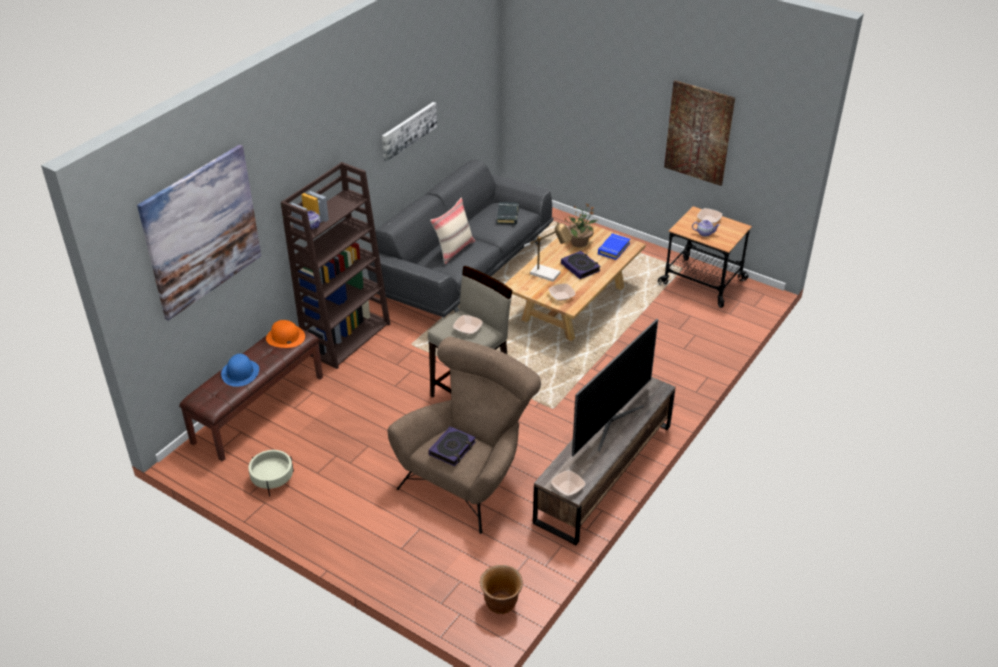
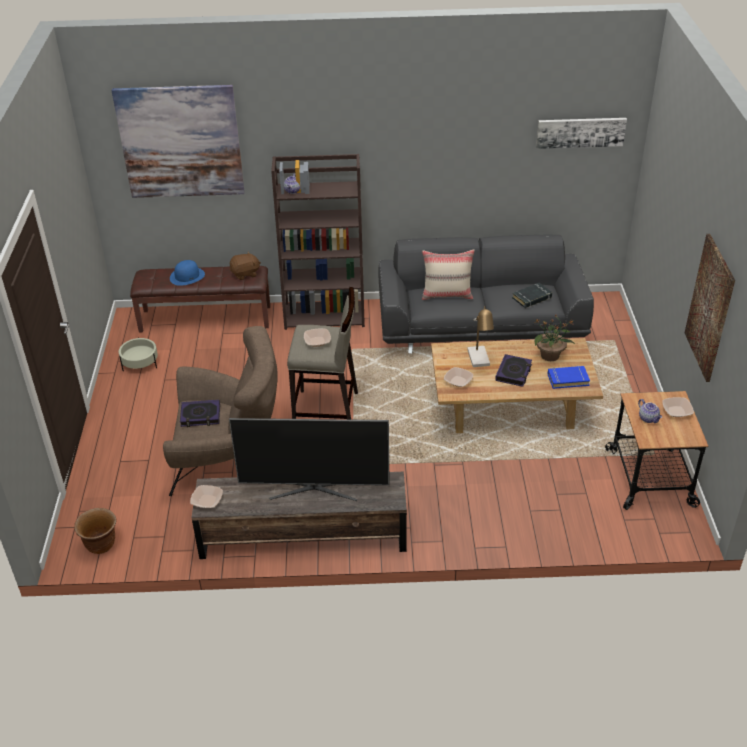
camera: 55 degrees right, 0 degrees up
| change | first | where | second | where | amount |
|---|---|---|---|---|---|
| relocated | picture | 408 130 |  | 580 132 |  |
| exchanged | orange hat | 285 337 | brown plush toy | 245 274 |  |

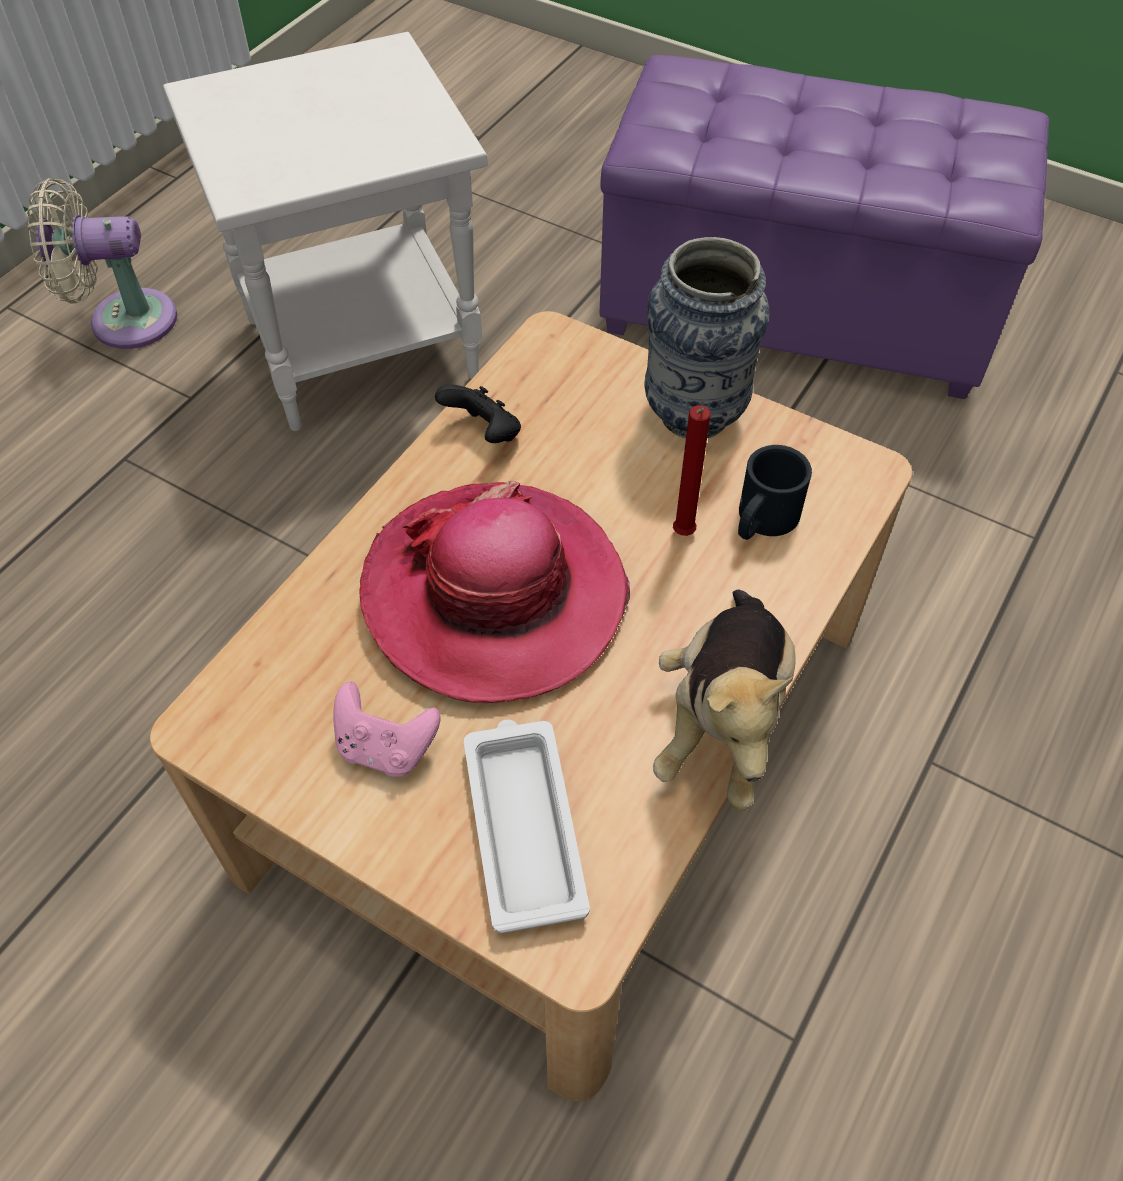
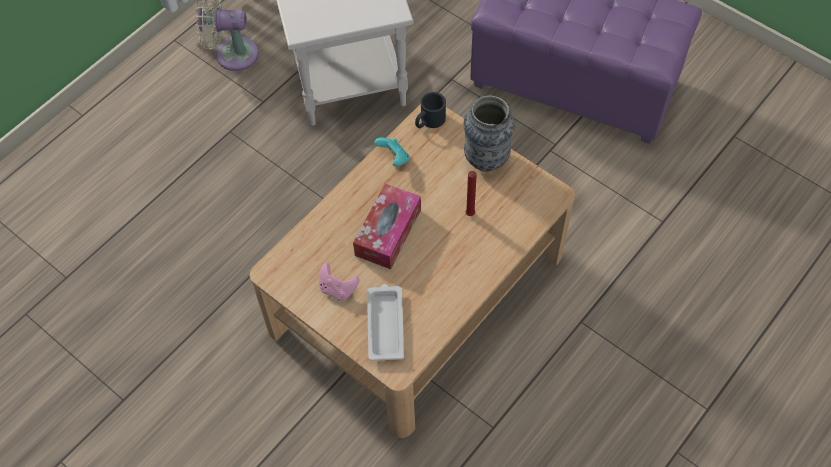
camera: 10 degrees right, 5 degrees up
| change | first | where | second | where | amount |
|---|---|---|---|---|---|
| colour | black game controller | 484 433 | turquoise game controller | 394 158 |  |
| relocated | black mug | 761 521 |  | 429 121 |  |
| exchanged | hat | 495 595 | tissue box | 388 232 |  |
| missing | plush toy | 723 720 |  |  |  |

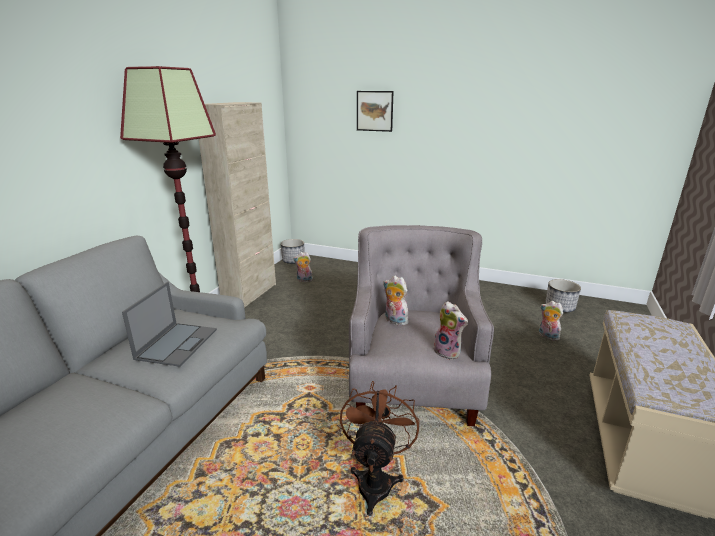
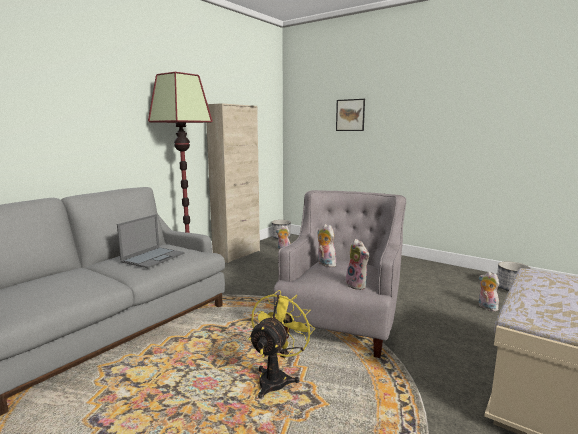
camera: 15 degrees right, 10 degrees down
| change | first | where | second | where | amount |
|---|---|---|---|---|---|
| colour | brown fan | 376 480 | yellow fan | 277 378 |  |

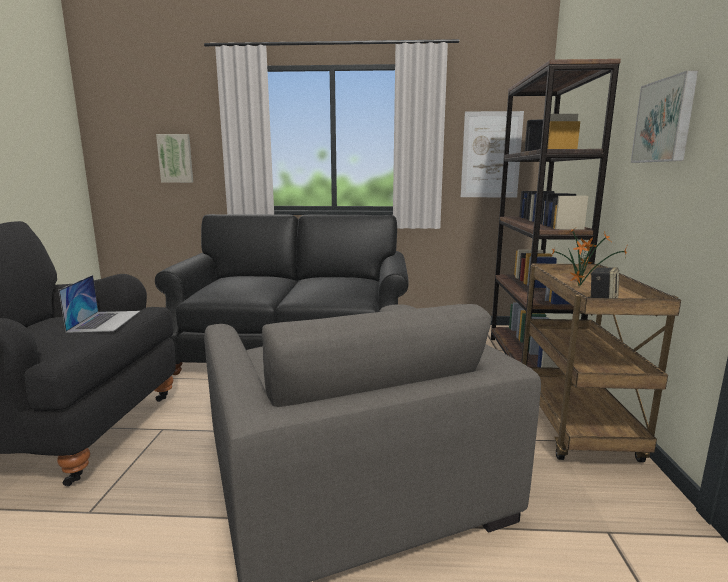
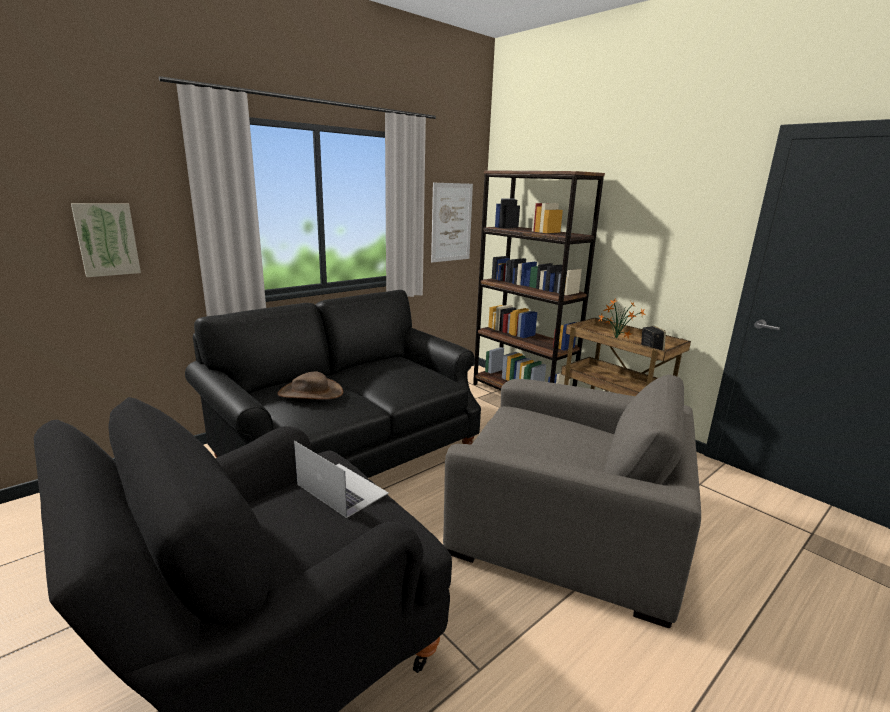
camera: 45 degrees left, 5 degrees up
| change | first | where | second | where | amount |
|---|---|---|---|---|---|
| missing | picture | 666 121 |  |  |  |
| appeared |  |  | brown hat | 310 393 |  |

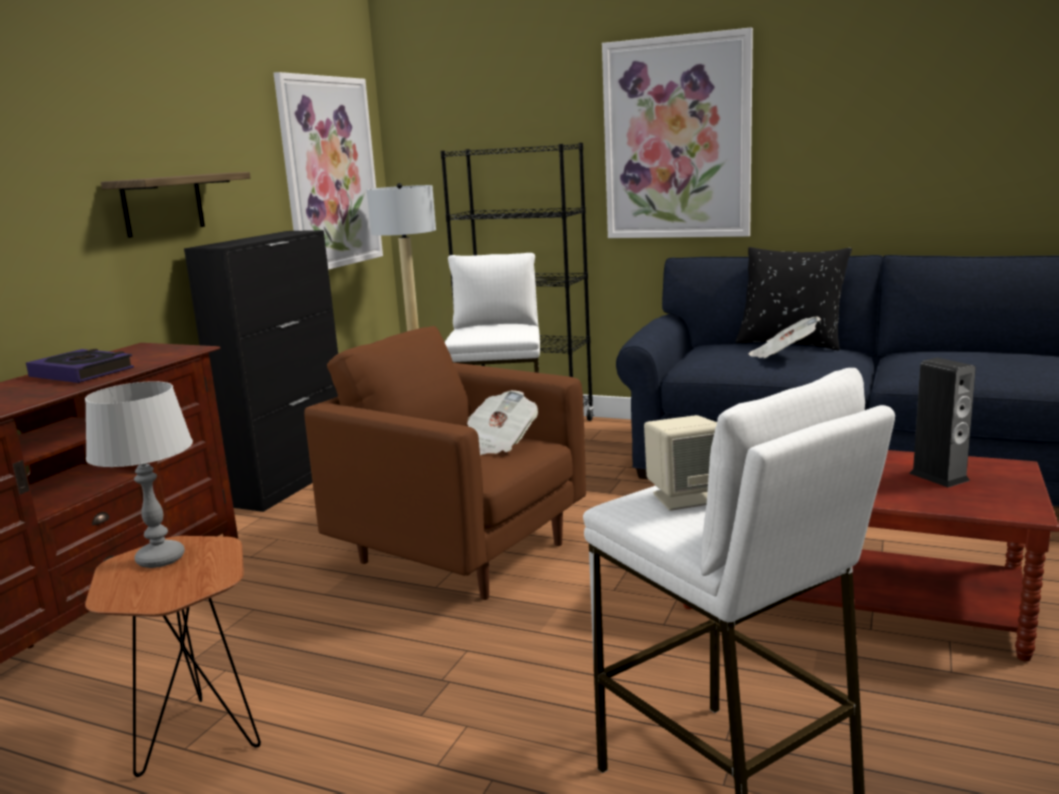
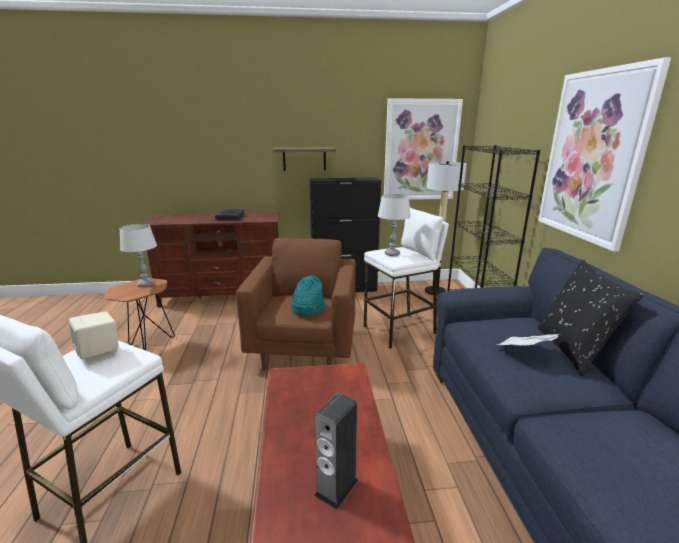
camera: 60 degrees right, 5 degrees up
| change | first | where | second | where | amount |
|---|---|---|---|---|---|
| exchanged | newspaper | 498 444 | turquoise hat | 307 307 |  |
| appeared |  |  | grey table lamp | 392 254 |  |

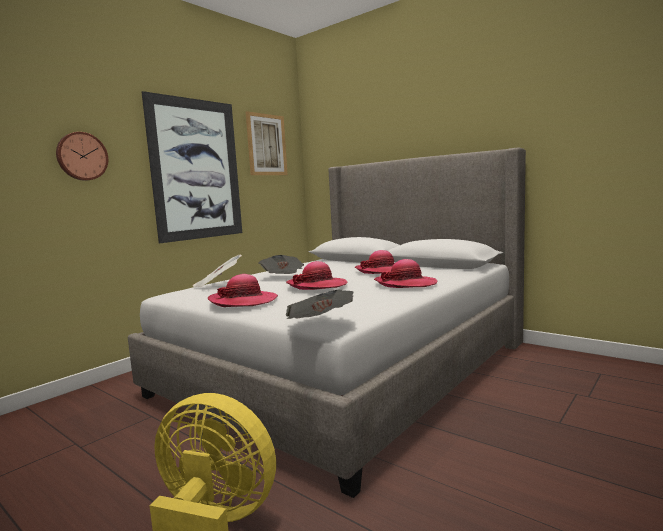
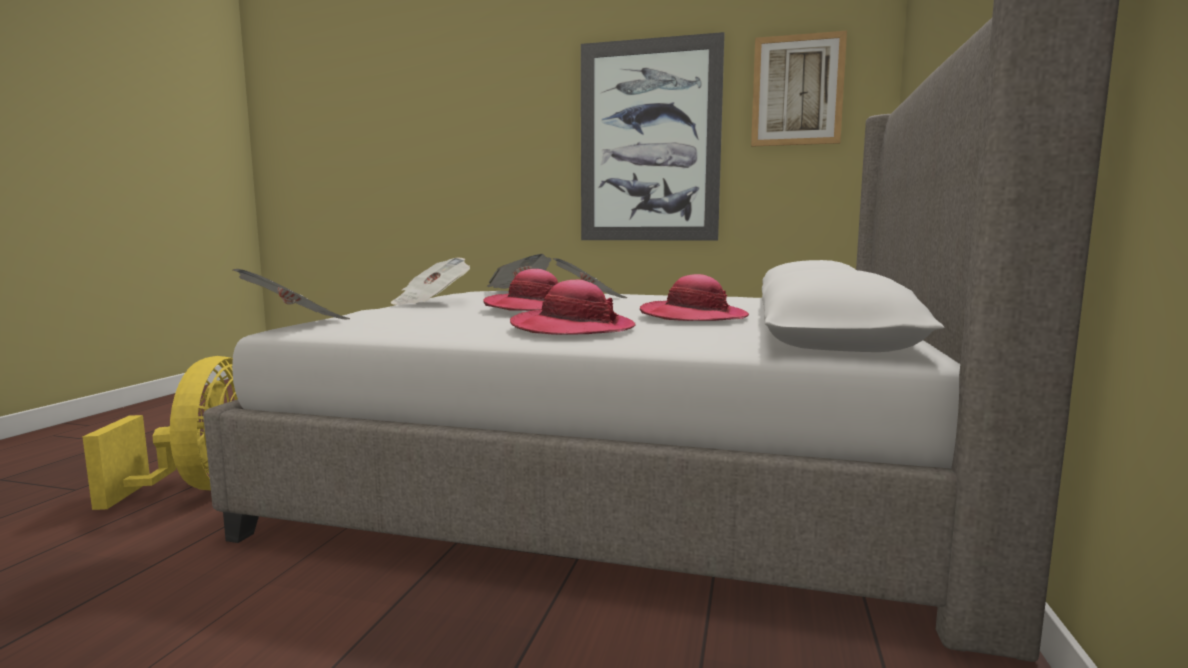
camera: 65 degrees right, 0 degrees up
| change | first | where | second | where | amount |
|---|---|---|---|---|---|
| missing | wall clock | 81 156 |  |  |  |
| exchanged | hat | 243 301 | newspaper | 431 302 |  |

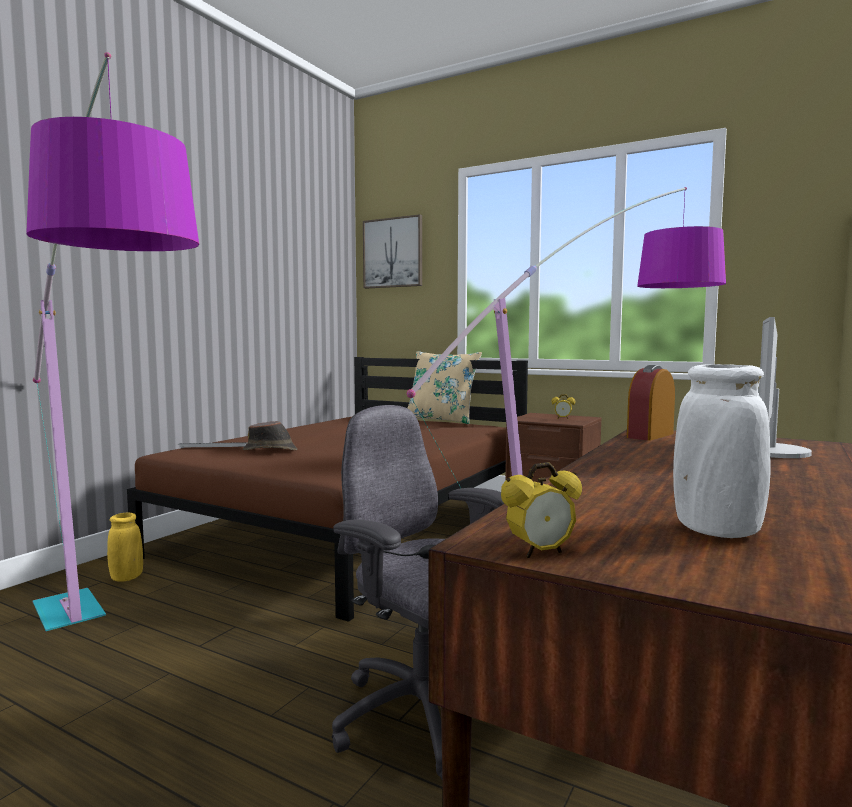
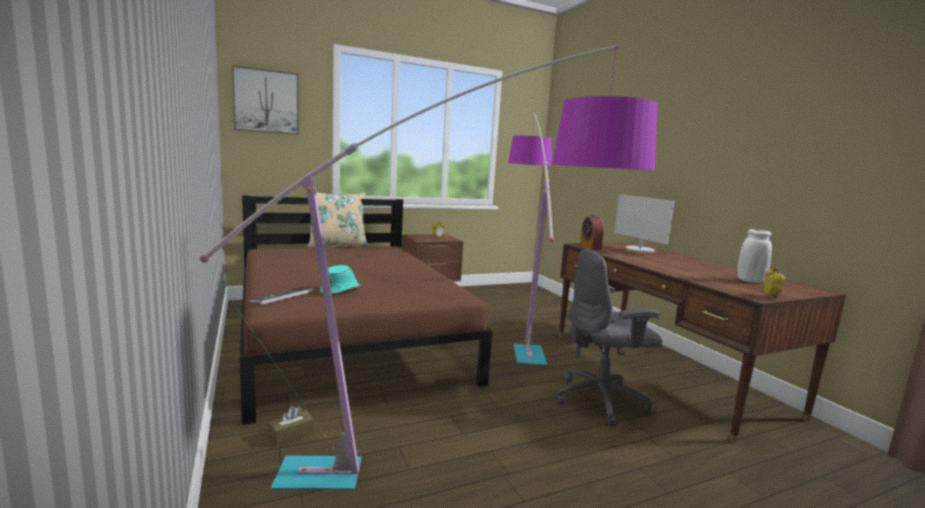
camera: 55 degrees left, 5 degrees up
| change | first | where | second | where | amount |
|---|---|---|---|---|---|
| colour | brown hat | 270 450 | turquoise hat | 341 290 |  |
| exchanged | yellow vase | 127 578 | brown tissue box | 291 435 |  |

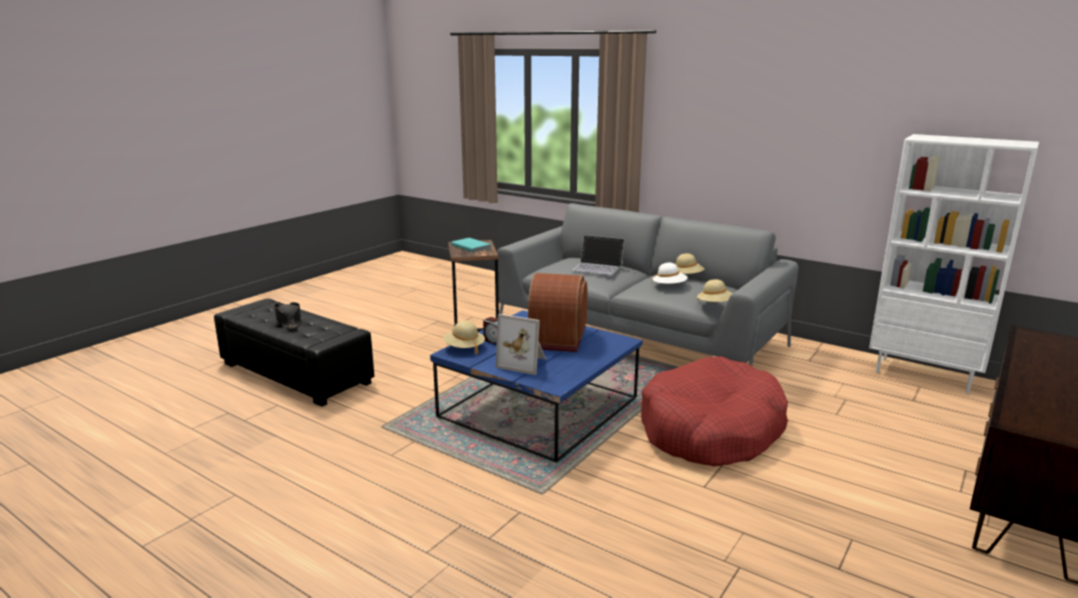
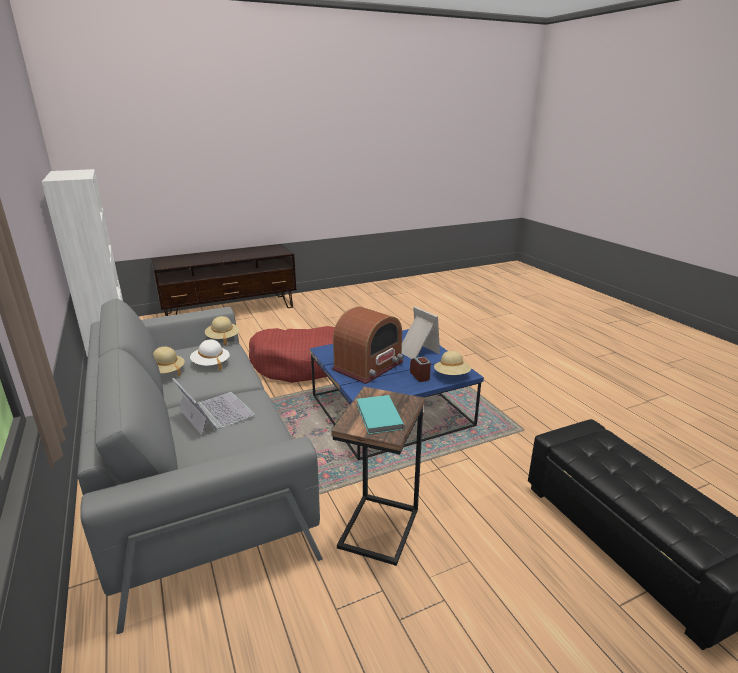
camera: 150 degrees left, 5 degrees up
| change | first | where | second | where | amount |
|---|---|---|---|---|---|
| missing | black hat | 288 321 |  |  |  |

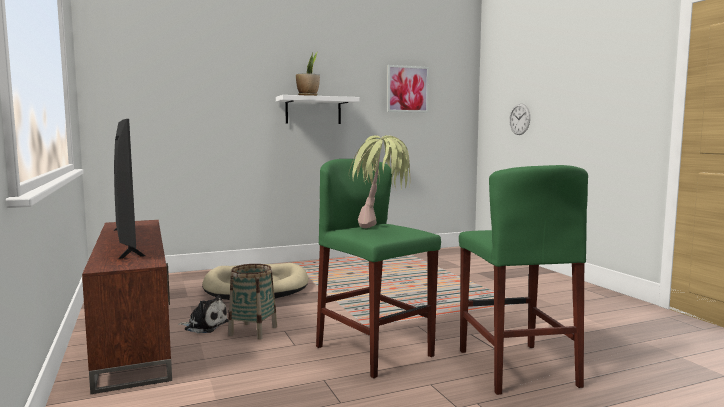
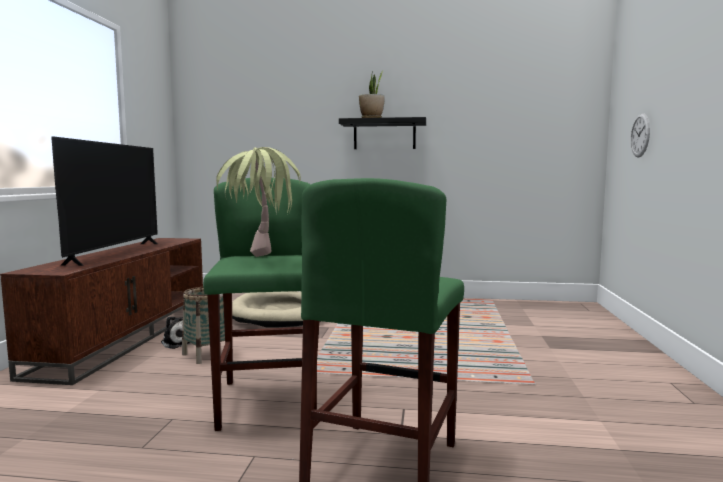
camera: 30 degrees right, 0 degrees up
| change | first | where | second | where | amount |
|---|---|---|---|---|---|
| missing | picture | 407 89 |  |  |  |
| colour | white shelf | 313 110 | black shelf | 384 135 |  |

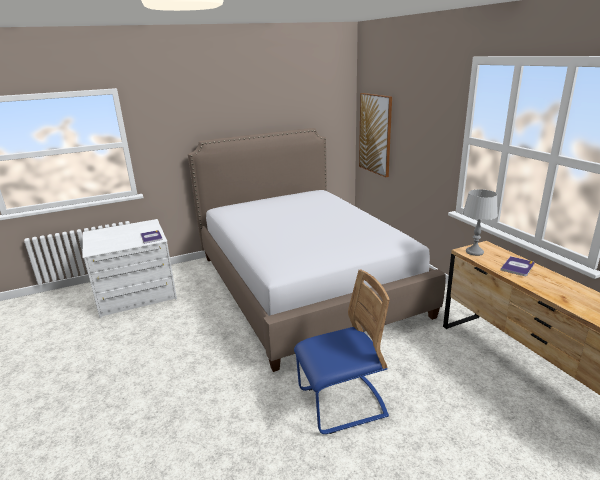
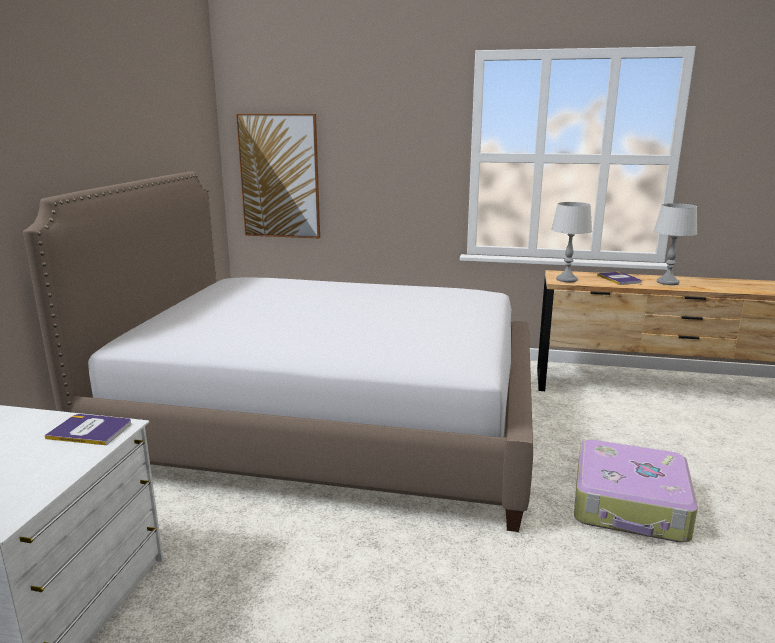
camera: 55 degrees left, 5 degrees down
| change | first | where | second | where | amount |
|---|---|---|---|---|---|
| exchanged | blue chair | 341 403 | suitcase | 630 505 |  |
| appeared |  |  | grey table lamp | 667 282 |  |

